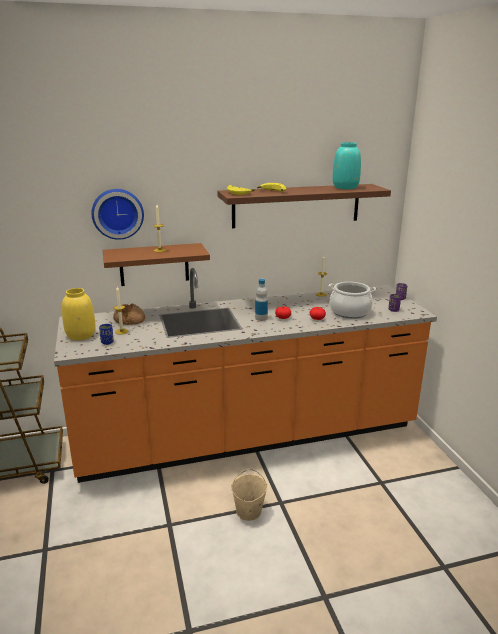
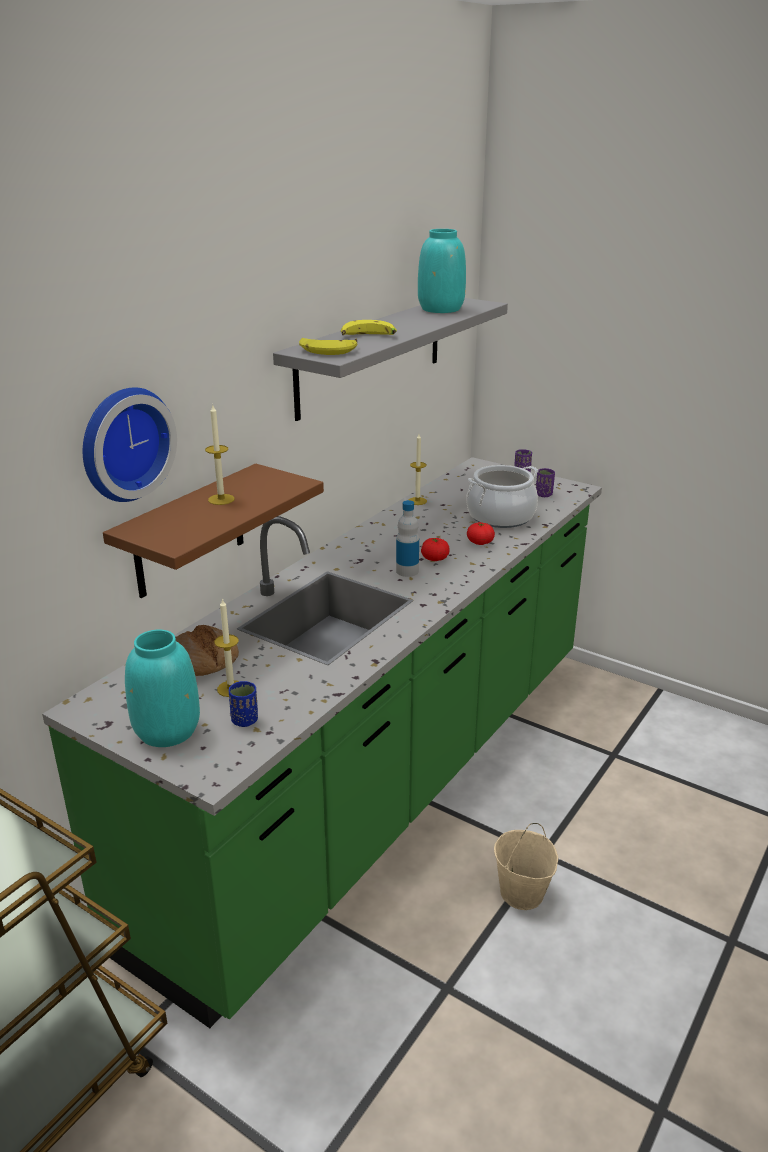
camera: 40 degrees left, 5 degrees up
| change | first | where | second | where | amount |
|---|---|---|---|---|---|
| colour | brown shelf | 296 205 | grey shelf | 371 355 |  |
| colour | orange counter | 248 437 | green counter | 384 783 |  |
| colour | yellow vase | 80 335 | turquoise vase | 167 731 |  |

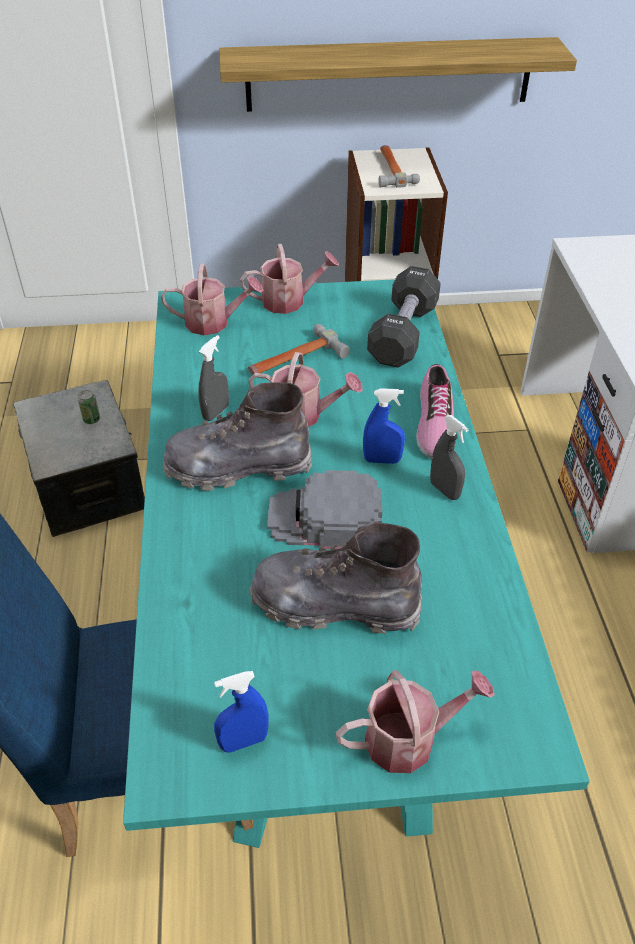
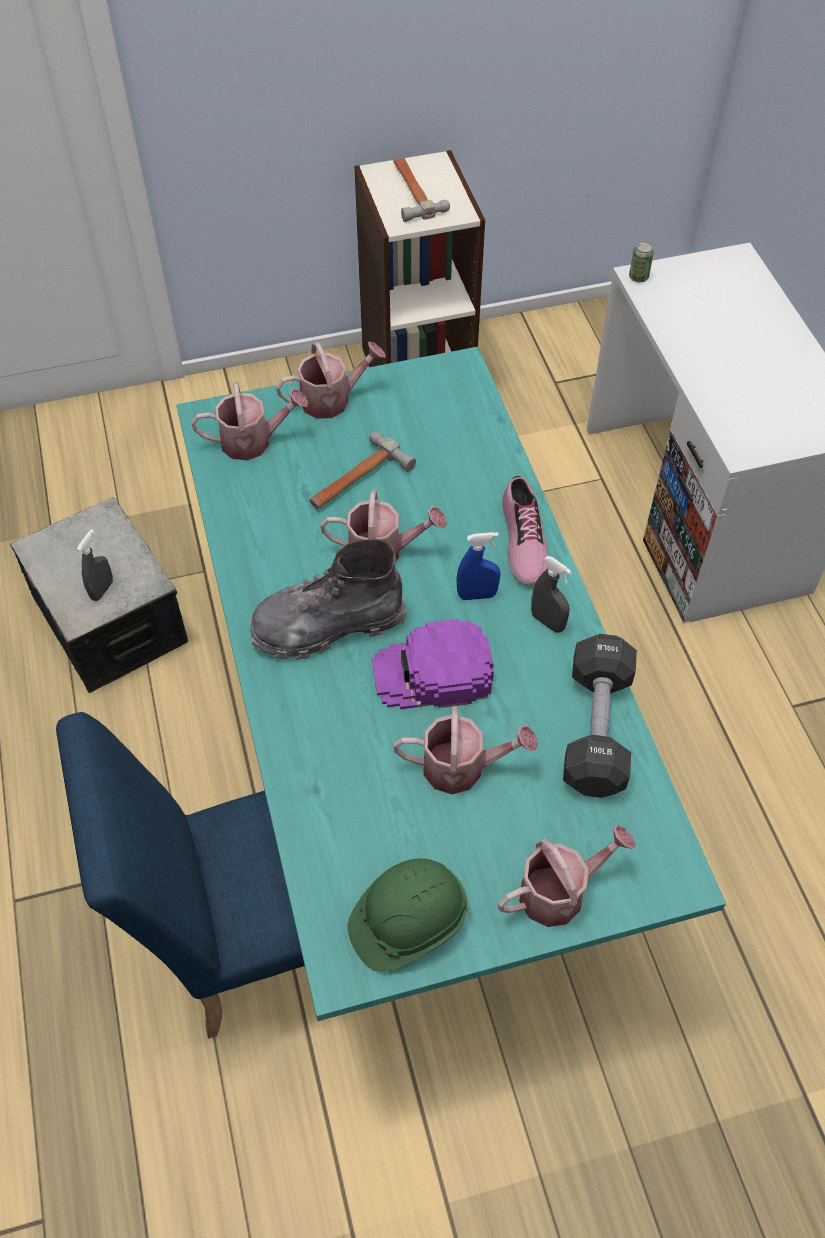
camera: 10 degrees left, 10 degrees up
| change | first | where | second | where | amount |
|---|---|---|---|---|---|
| missing | shelf | 389 74 |  |  |  |
| relocated | black dumbbell | 403 334 |  | 596 729 |  |
| relocated | grey spray bottle | 215 412 |  | 102 590 |  |
| relocated | can | 91 419 |  | 638 277 |  |
| colour | grey cap | 325 518 | purple cap | 433 673 |  |
| exchanged | grey boot | 334 604 | watering can | 462 767 |  |
| exchanged | blue spray bottle | 243 741 | green hard hat | 407 921 |  |

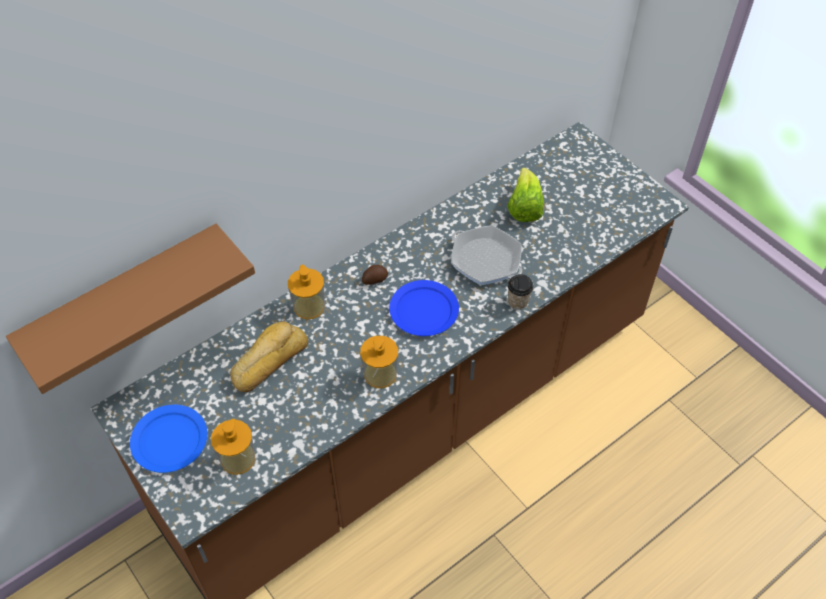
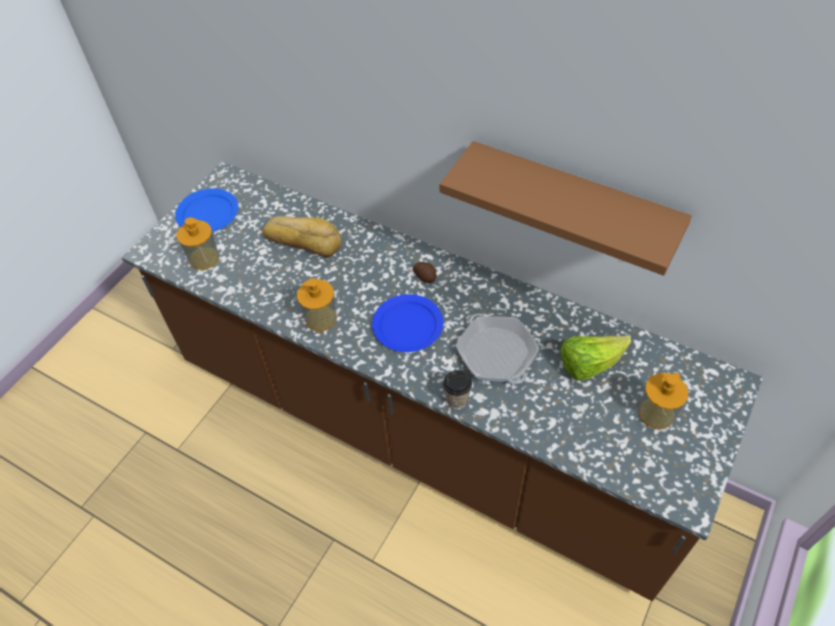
camera: 70 degrees right, 0 degrees up
| change | first | where | second | where | amount |
|---|---|---|---|---|---|
| relocated | brown shelf | 124 299 |  | 572 203 |  |
| spun | frying pan | 485 260 |  | 496 354 | 135 degrees clockwise |
| relocated | soap dispenser | 309 306 |  | 656 413 |  |

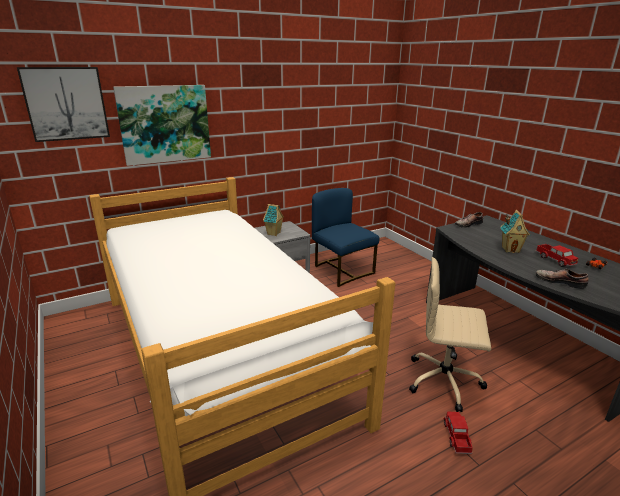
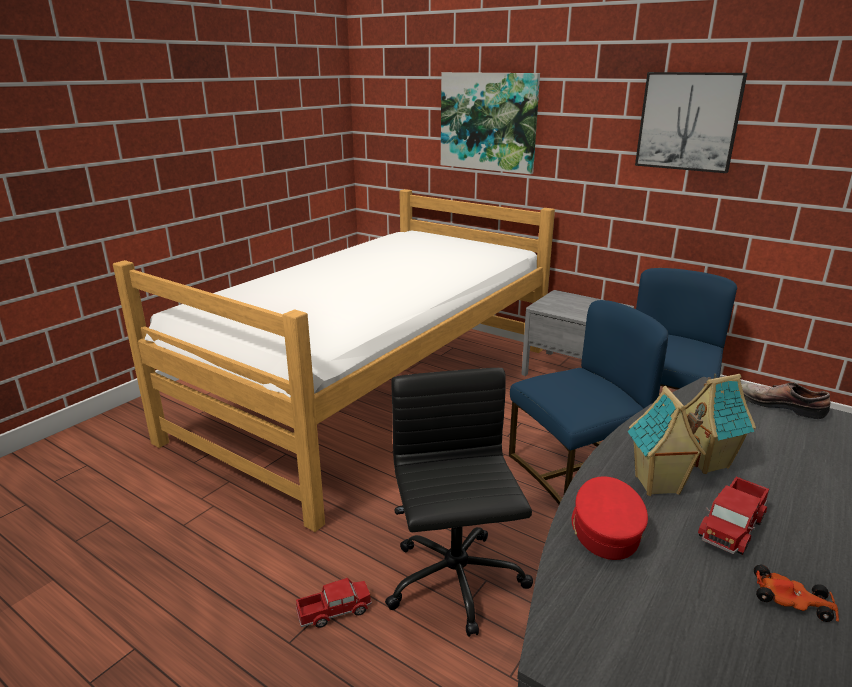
camera: 65 degrees right, 0 degrees up
| change | first | where | second | where | amount |
|---|---|---|---|---|---|
| relocated | picture | 66 104 |  | 688 121 |  |
| relocated | toy house | 274 233 |  | 657 485 |  |
| colour | beige office chair | 445 381 | black office chair | 455 583 |  |
| exchanged | shoe | 559 281 | red cap | 604 529 |  |
| appeared |  |  | blue chair | 576 470 |  |

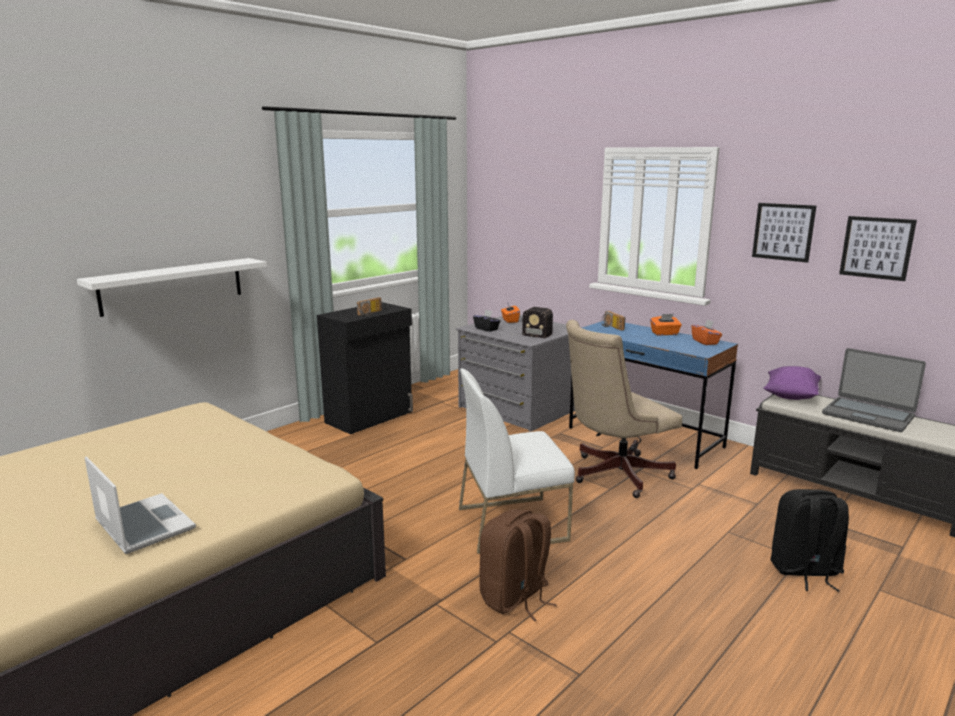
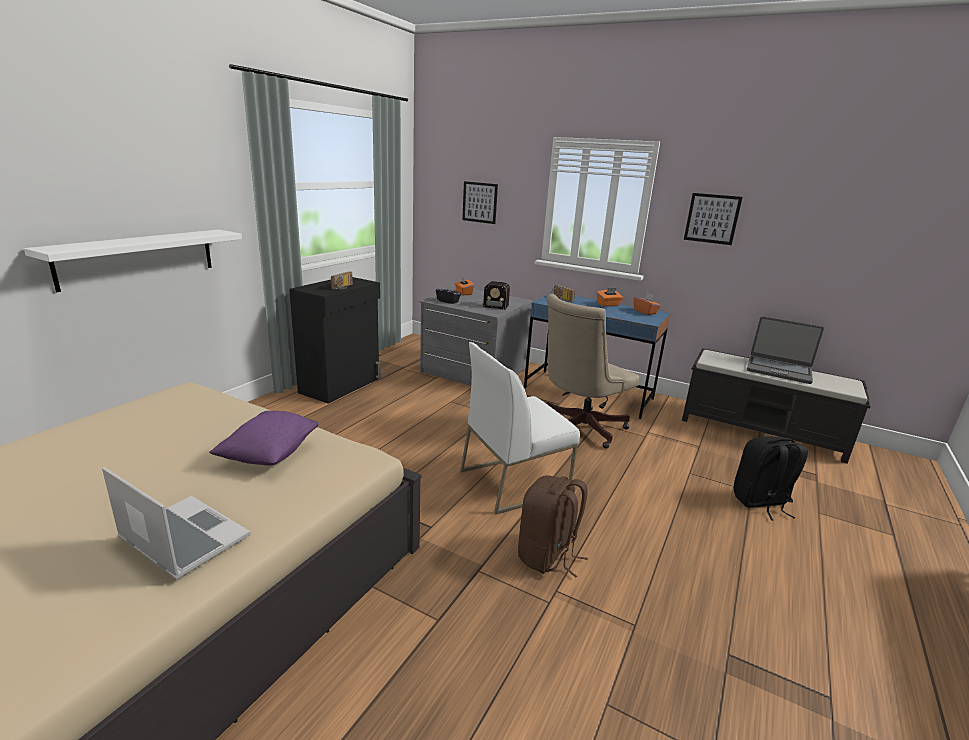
camera: 15 degrees left, 5 degrees up
| change | first | where | second | where | amount |
|---|---|---|---|---|---|
| relocated | picture | 876 248 |  | 480 202 |  |
| relocated | purple pillow | 790 396 |  | 269 455 |  |

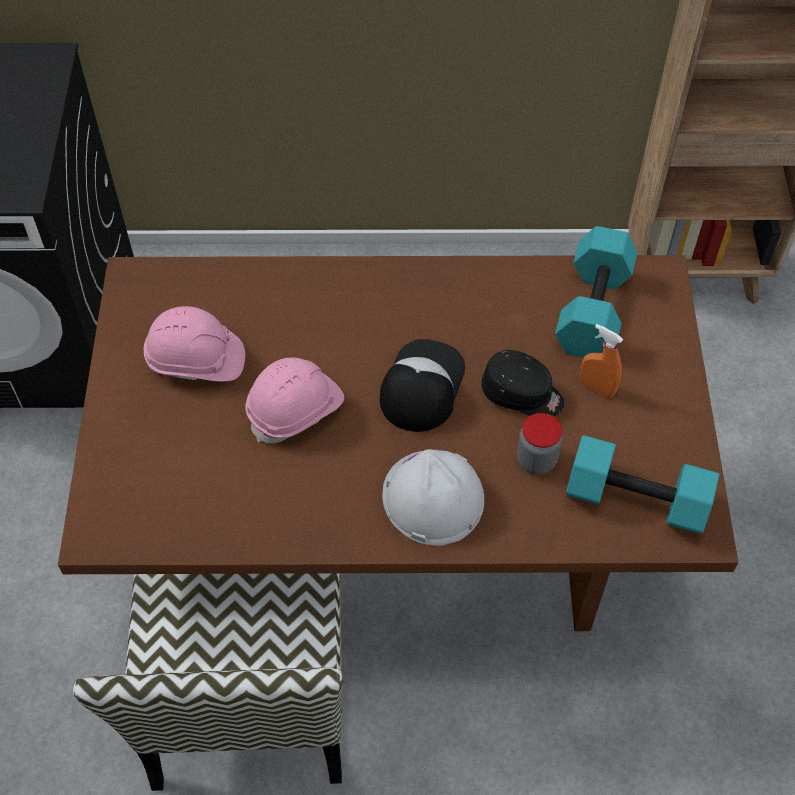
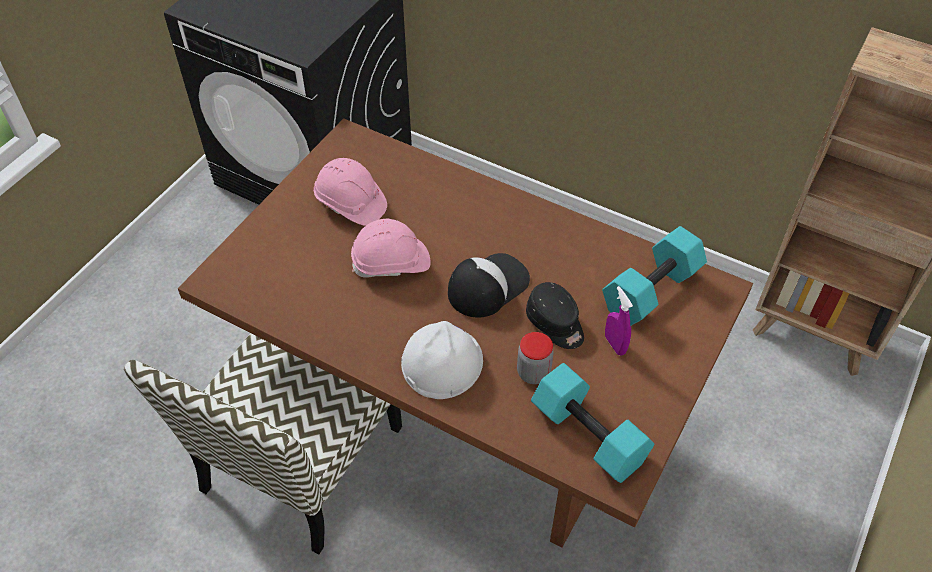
camera: 30 degrees right, 5 degrees down
| change | first | where | second | where | amount |
|---|---|---|---|---|---|
| colour | orange spray bottle | 596 388 | purple spray bottle | 615 344 |  |

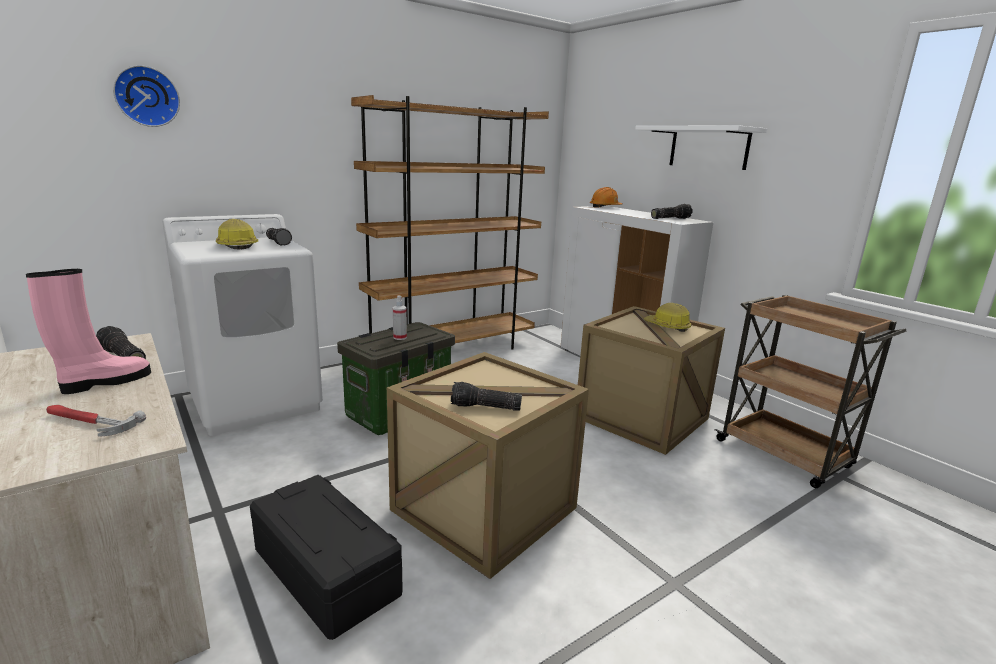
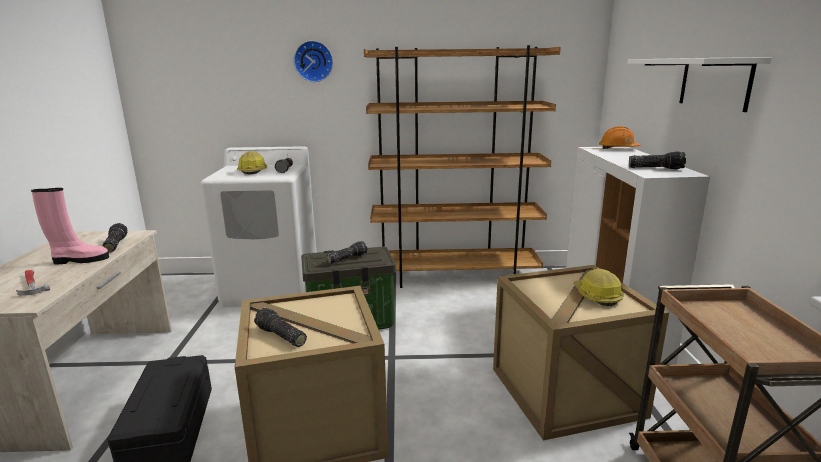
camera: 35 degrees right, 0 degrees up
| change | first | where | second | where | amount |
|---|---|---|---|---|---|
| relocated | wall clock | 147 96 |  | 314 61 |  |
| exchanged | spray bottle | 400 337 | flashlight | 347 258 |  |

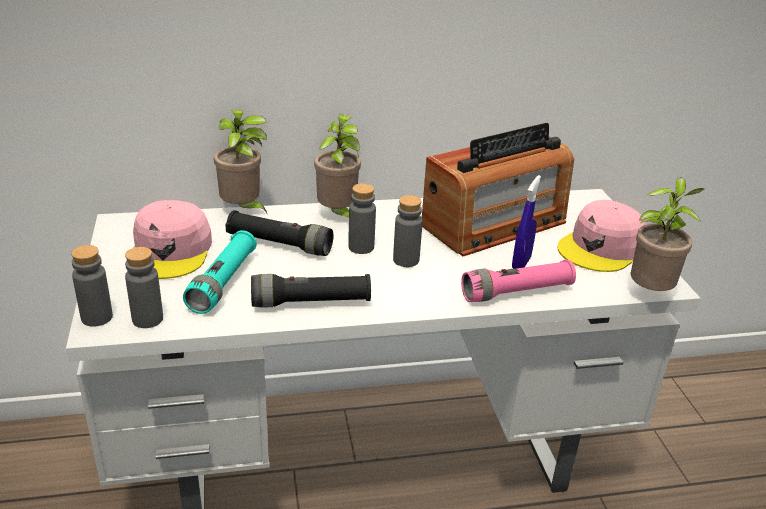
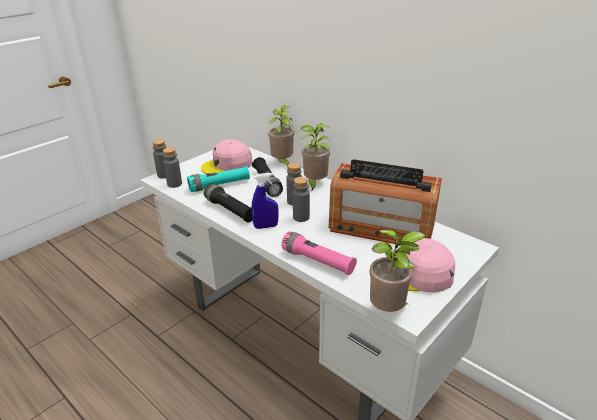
camera: 55 degrees right, 0 degrees up
| change | first | where | second | where | amount |
|---|---|---|---|---|---|
| relocated | blue spray bottle | 521 263 |  | 266 226 |  |

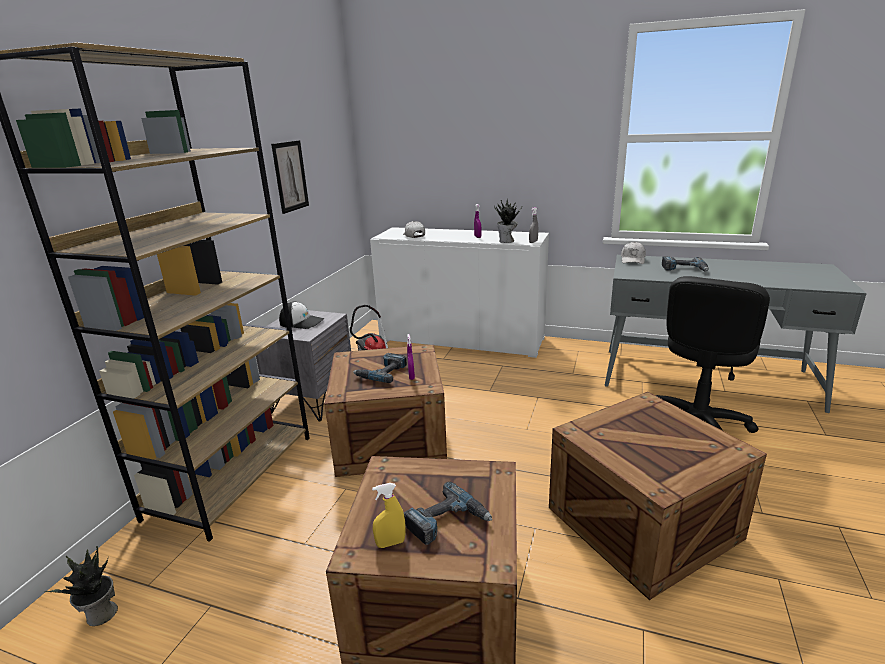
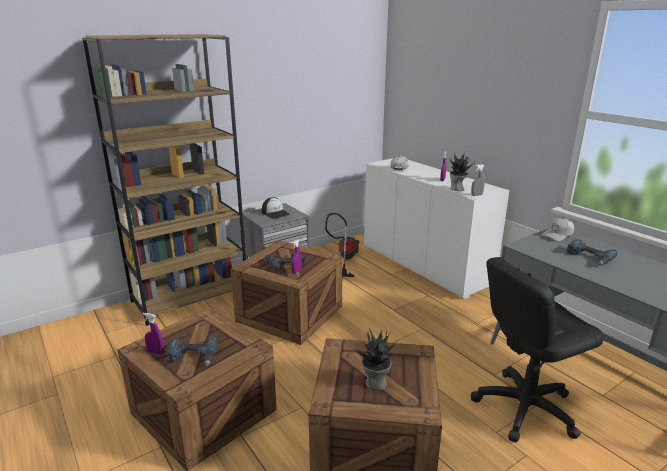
camera: 35 degrees right, 0 degrees up
| change | first | where | second | where | amount |
|---|---|---|---|---|---|
| missing | picture | 290 176 |  |  |  |
| colour | yellow spray bottle | 390 543 | purple spray bottle | 156 352 |  |
| relocated | potted plant | 101 615 |  | 375 383 |  |

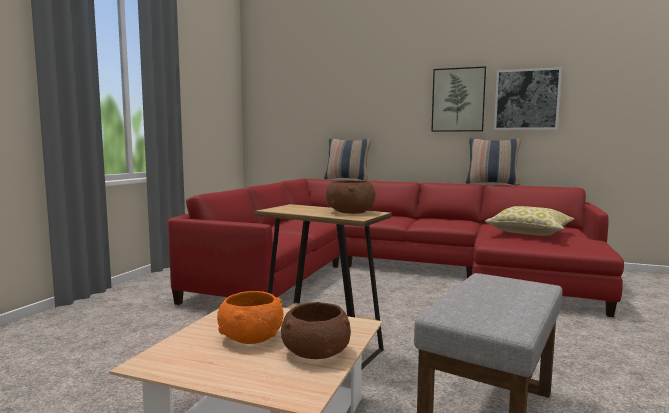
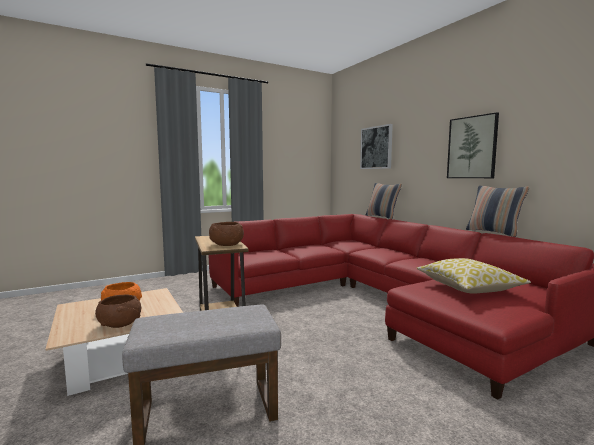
camera: 40 degrees right, 0 degrees up
| change | first | where | second | where | amount |
|---|---|---|---|---|---|
| relocated | picture | 526 99 |  | 376 147 |  |

